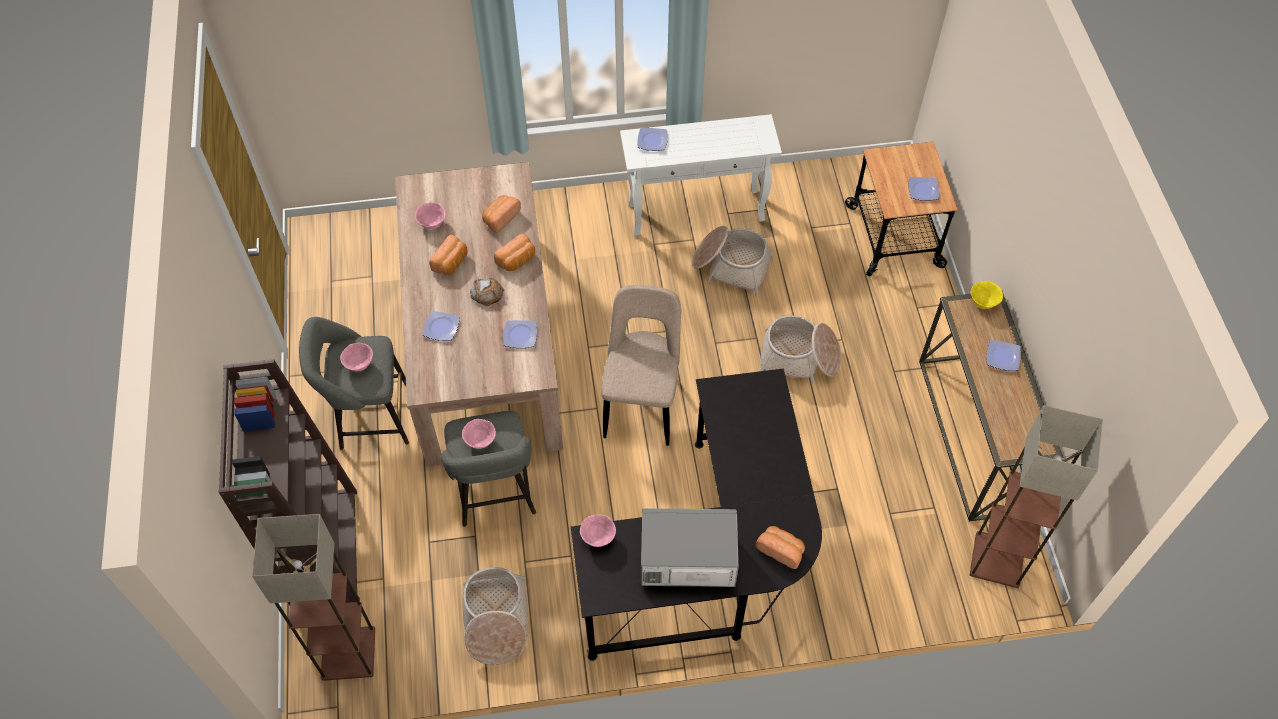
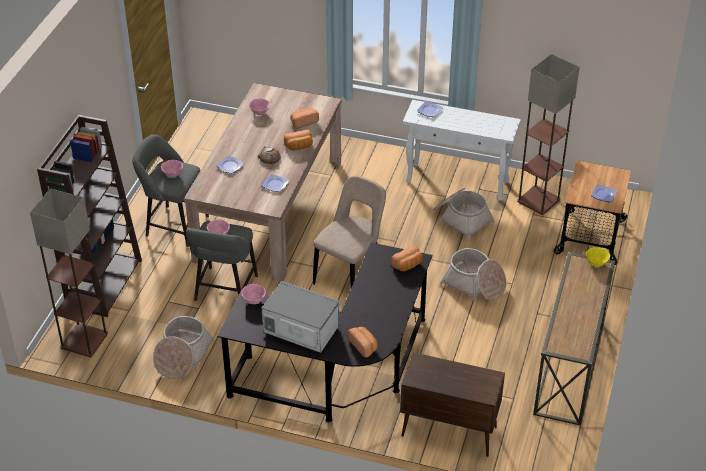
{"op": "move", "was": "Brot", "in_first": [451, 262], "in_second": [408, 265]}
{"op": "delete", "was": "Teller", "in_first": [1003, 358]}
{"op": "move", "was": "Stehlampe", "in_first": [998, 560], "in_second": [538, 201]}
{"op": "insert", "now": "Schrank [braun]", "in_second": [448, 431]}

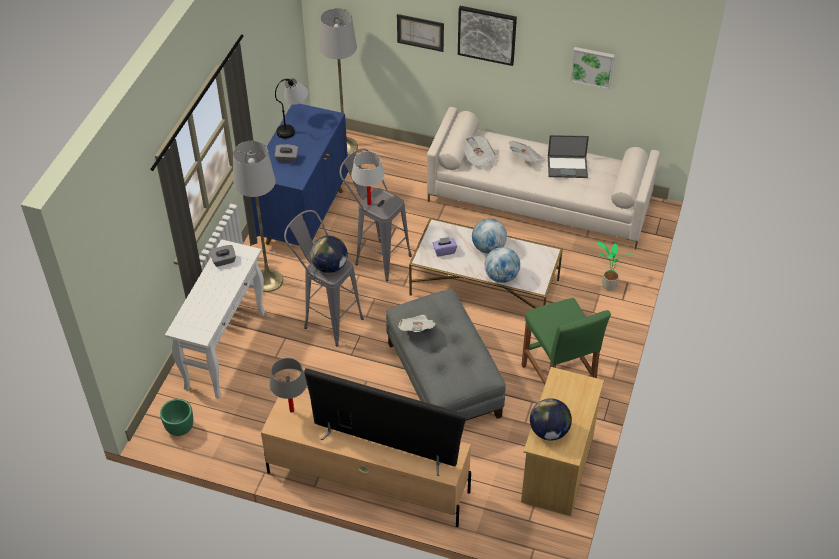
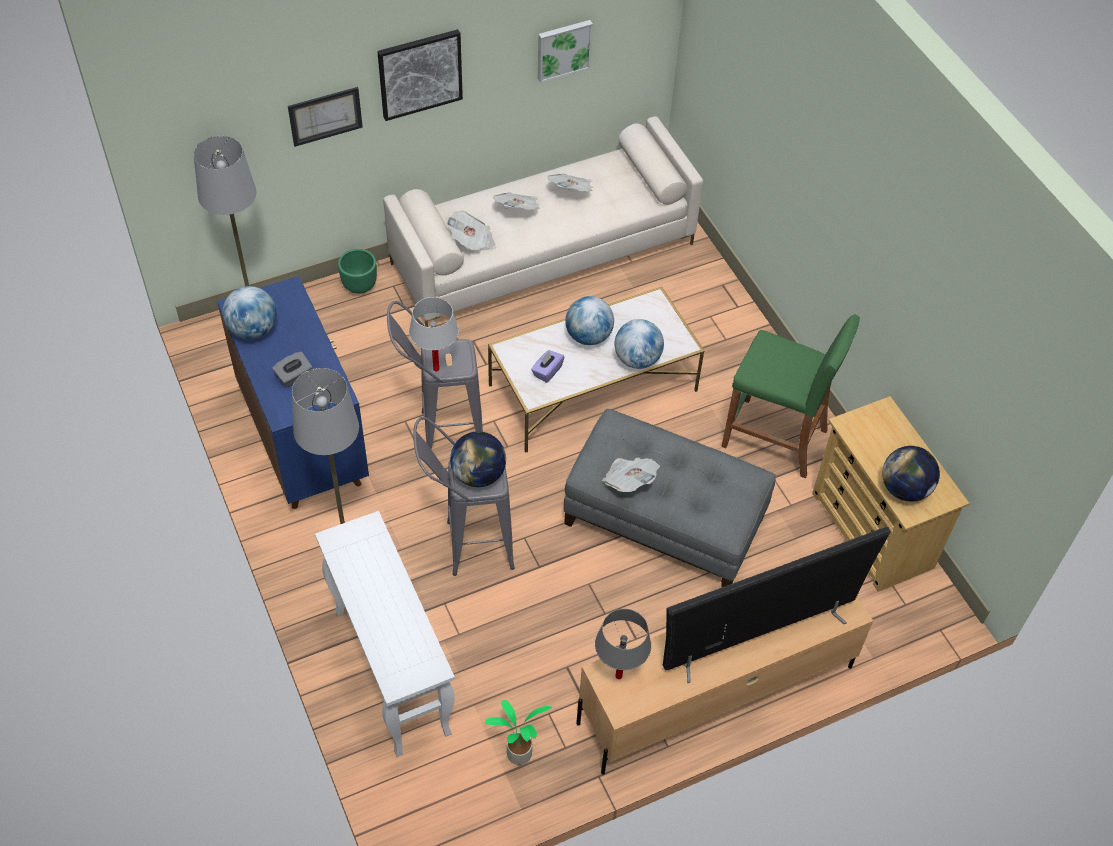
{"op": "replace", "was": "Tischlampe", "now": "Globus", "in_first": [293, 125], "in_second": [253, 330]}
{"op": "replace", "was": "Laptop", "now": "Zeitung", "in_first": [568, 167], "in_second": [572, 191]}
{"op": "move", "was": "Topfpflanze", "in_first": [608, 285], "in_second": [518, 755]}
{"op": "delete", "was": "Taschentuchbox [grau]", "in_first": [224, 261]}
{"op": "move", "was": "Pflanzkübel [grün]", "in_first": [180, 428], "in_second": [360, 285]}

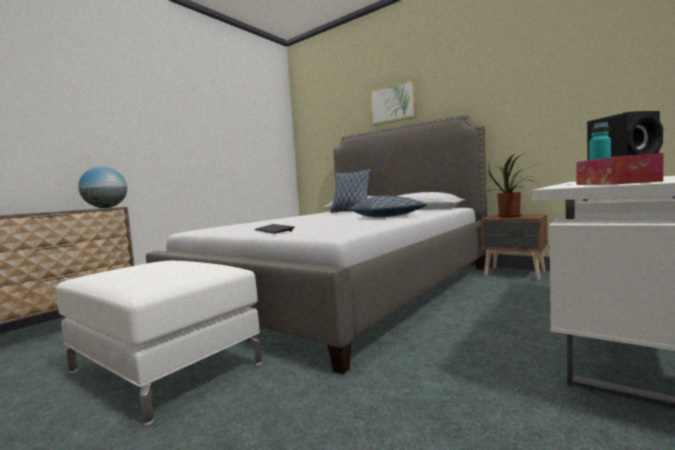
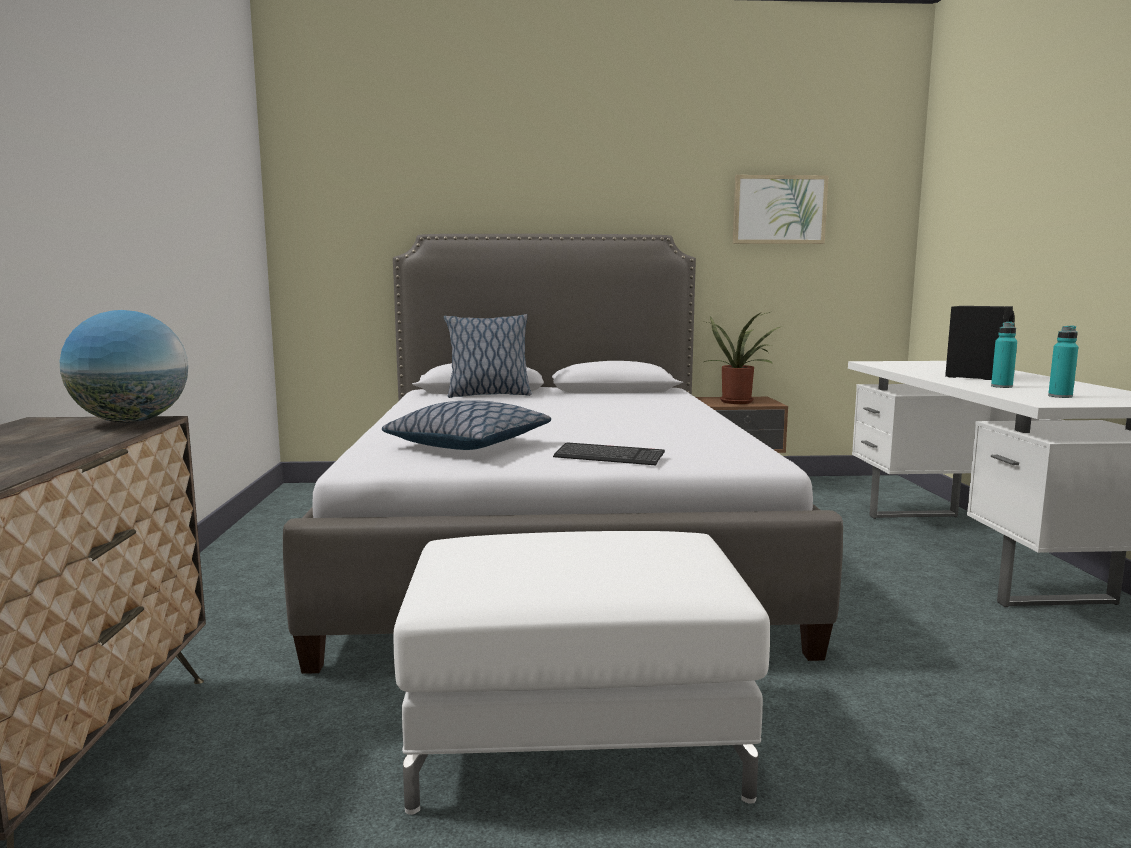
{"op": "move", "was": "Bild", "in_first": [393, 103], "in_second": [779, 210]}
{"op": "replace", "was": "Taschentuchbox", "now": "Flasche [türkis]", "in_first": [615, 183], "in_second": [1060, 396]}
{"op": "move", "was": "Kissen", "in_first": [386, 216], "in_second": [468, 444]}

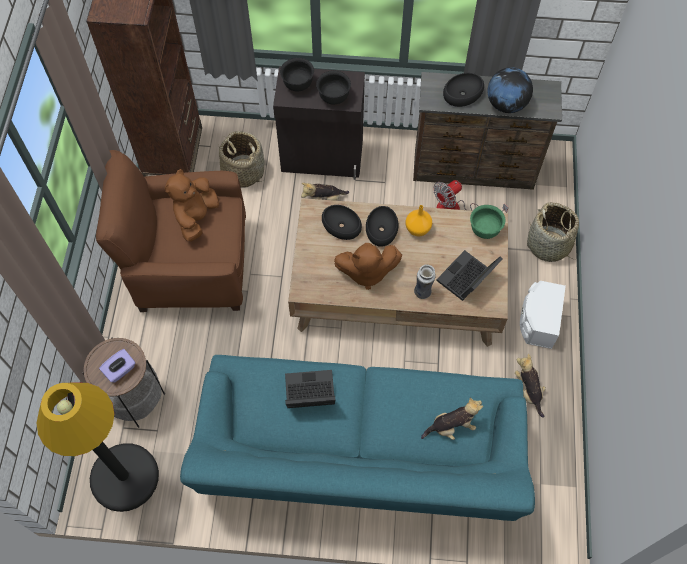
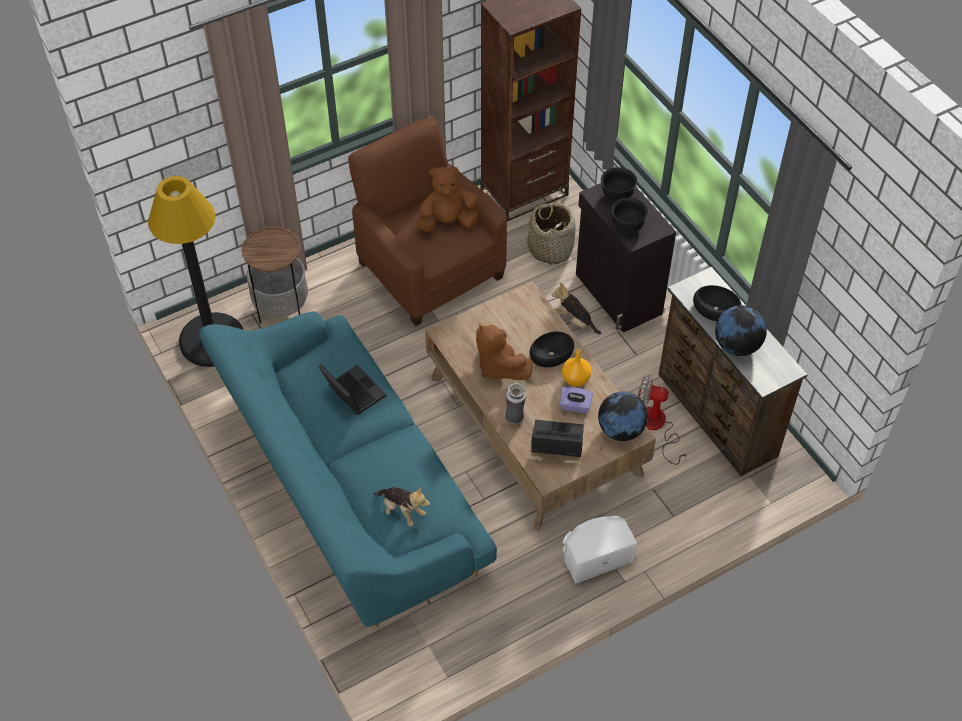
{"op": "delete", "was": "Korb", "in_first": [548, 245]}
{"op": "delete", "was": "Schüssel [schwarz]", "in_first": [341, 226]}
{"op": "replace", "was": "Schüssel [grün]", "now": "Globus", "in_first": [484, 230], "in_second": [620, 430]}
{"op": "move", "was": "Taschentuchbox [lila]", "in_first": [120, 370], "in_second": [575, 406]}
{"op": "delete", "was": "Plüschtier", "in_first": [528, 390]}

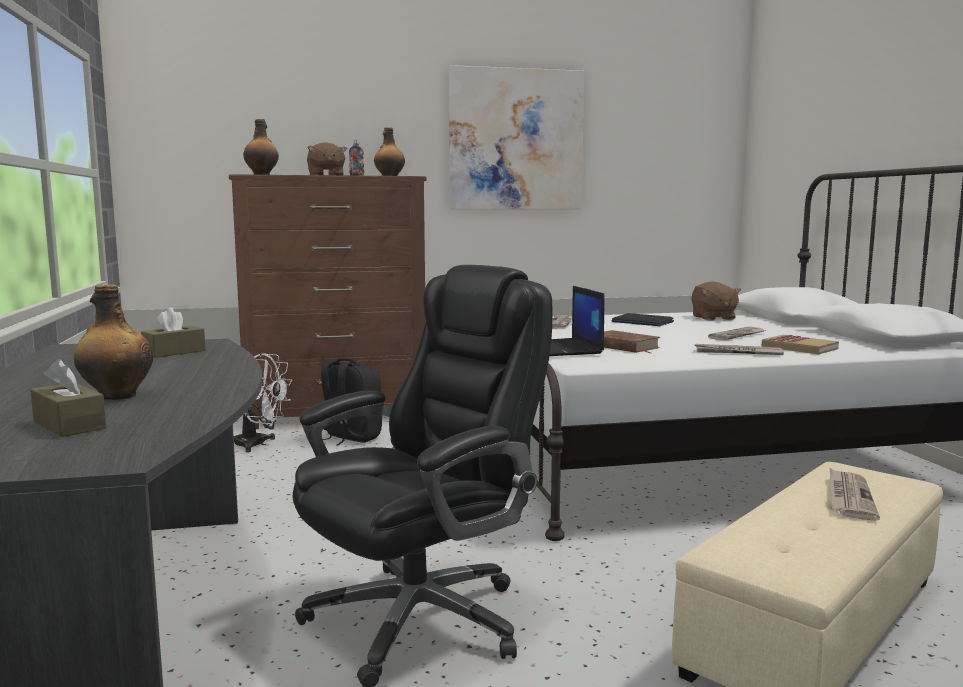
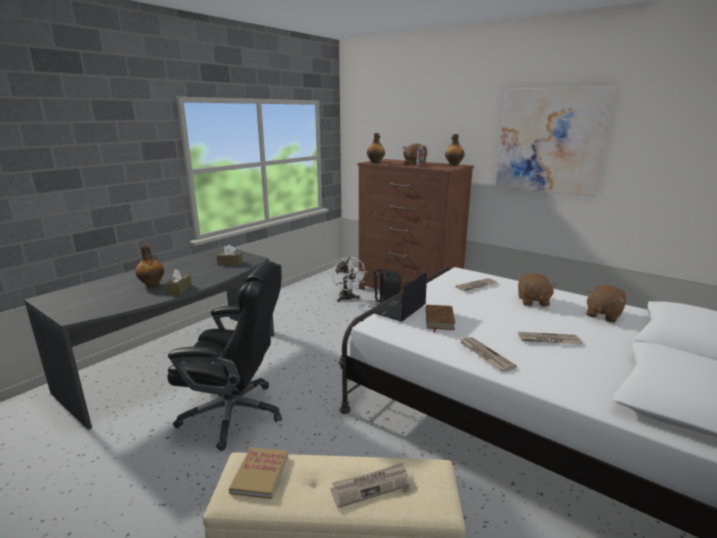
{"op": "replace", "was": "Laptop", "now": "Plüschtier [braun]", "in_first": [642, 322], "in_second": [532, 301]}
{"op": "move", "was": "Buch", "in_first": [799, 347], "in_second": [260, 474]}
{"op": "move", "was": "Taschentuchbox [braun]", "in_first": [69, 425], "in_second": [179, 289]}

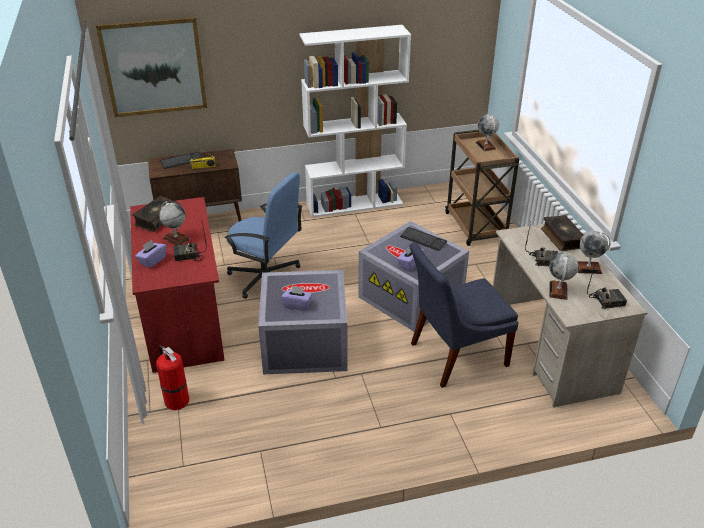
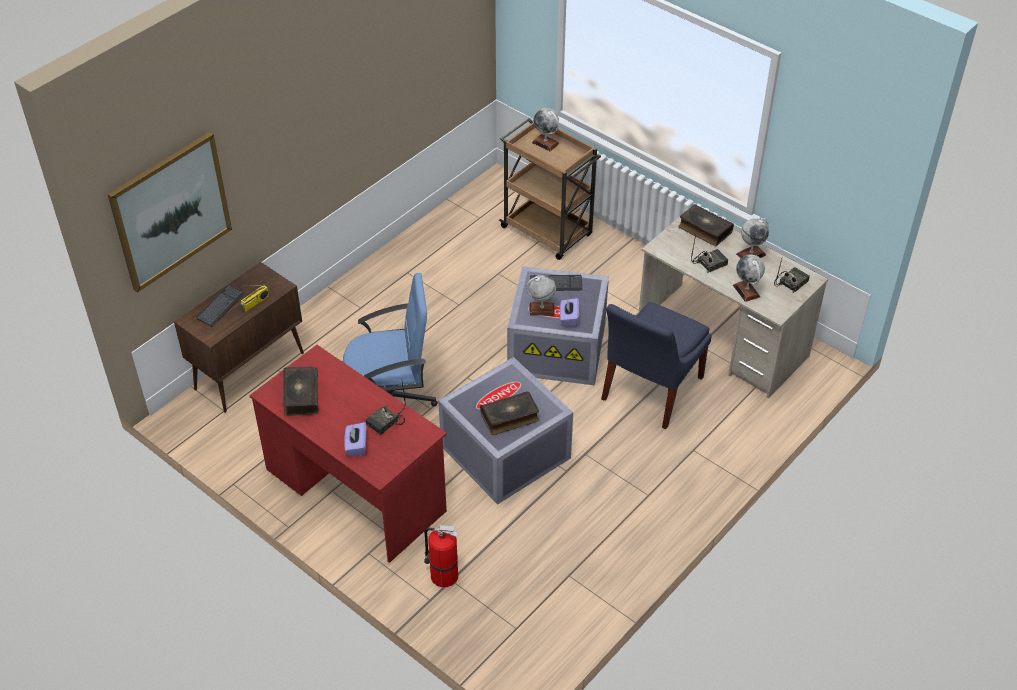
{"op": "delete", "was": "Bücherregal [weiß]", "in_first": [355, 203]}
{"op": "move", "was": "Globus", "in_first": [176, 238], "in_second": [541, 309]}
{"op": "replace", "was": "Taschentuchbox [lila]", "now": "Buch", "in_first": [297, 305], "in_second": [510, 417]}

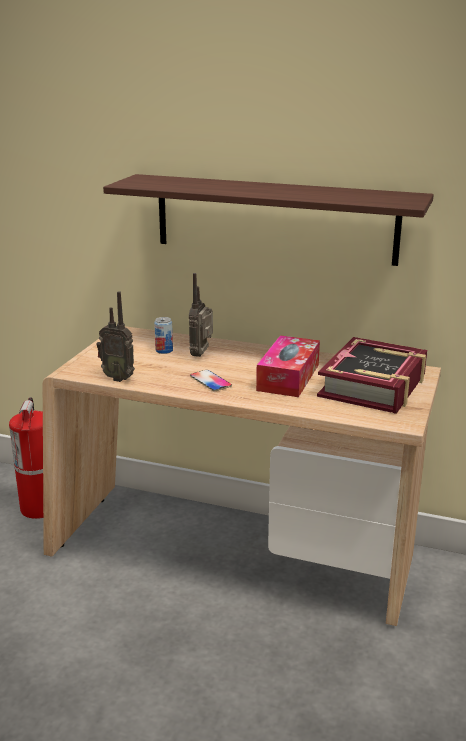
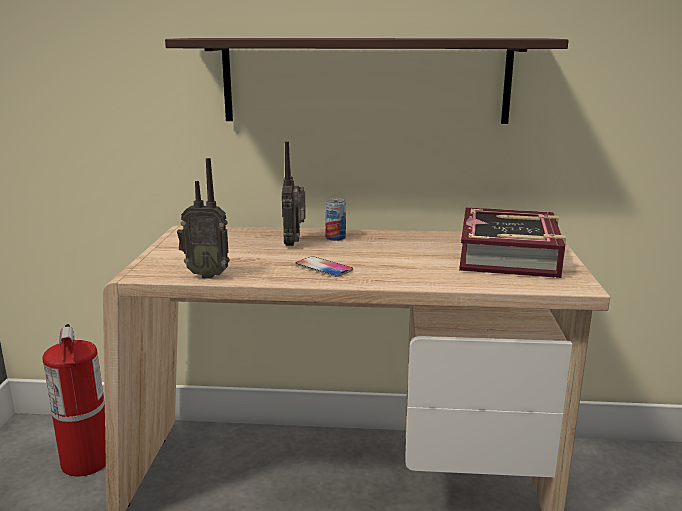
{"op": "move", "was": "Dose", "in_first": [164, 350], "in_second": [335, 237]}
{"op": "delete", "was": "Taschentuchbox", "in_first": [288, 377]}

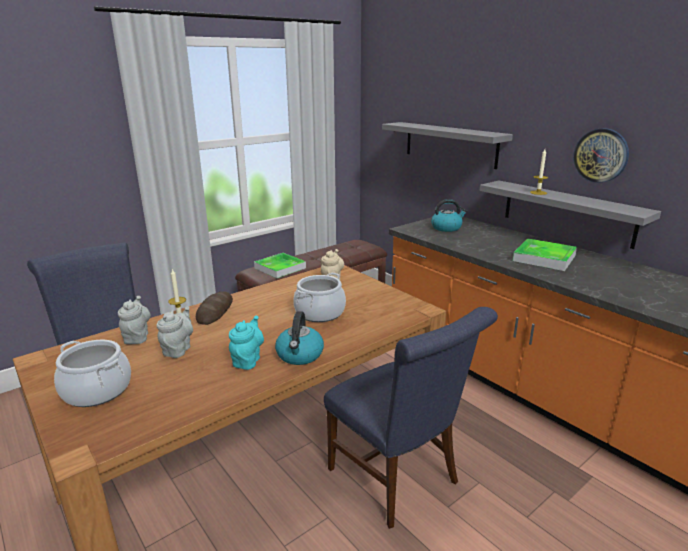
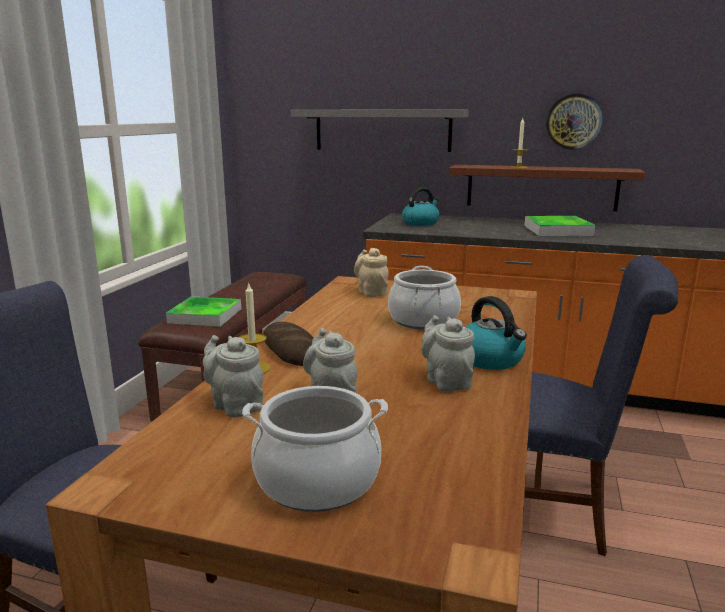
{"op": "recolor", "was": "Wandregal [grau]", "now": "Wandregal [braun]", "in_first": [566, 212], "in_second": [541, 187]}
{"op": "recolor", "was": "Teekanne [türkis]", "now": "Teekanne [grau]", "in_first": [247, 360], "in_second": [446, 381]}

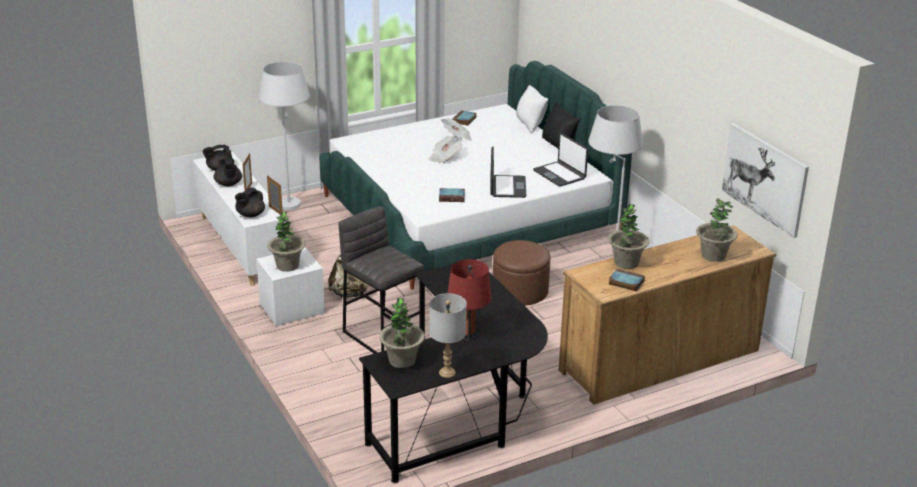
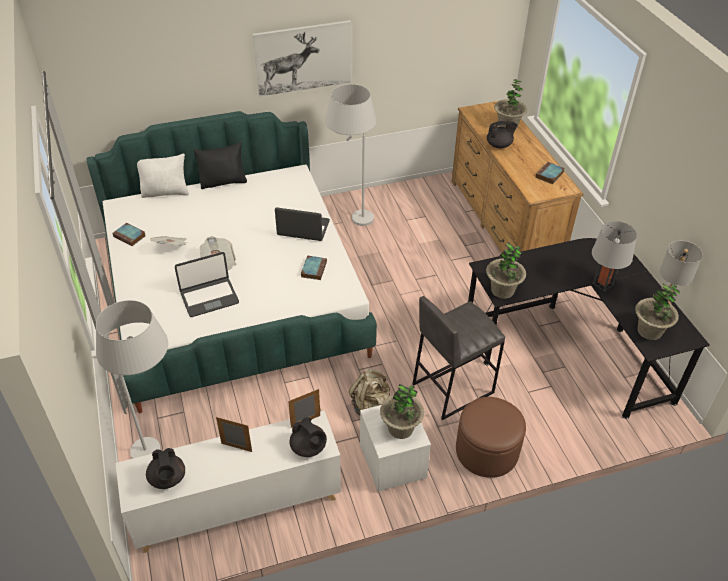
{"op": "move", "was": "Bild", "in_first": [764, 178], "in_second": [303, 58]}
{"op": "move", "was": "Laptop", "in_first": [559, 174], "in_second": [209, 297]}
{"op": "move", "was": "Teekanne [schwarz]", "in_first": [228, 184], "in_second": [499, 145]}
{"op": "move", "was": "Topfpflanze", "in_first": [626, 263], "in_second": [502, 290]}
{"op": "move", "was": "Polsterhocker [braun]", "in_first": [520, 291], "in_second": [487, 450]}
{"op": "recolor", "was": "Tischlampe [rot]", "now": "Tischlampe [grau]", "in_first": [468, 334], "in_second": [603, 284]}

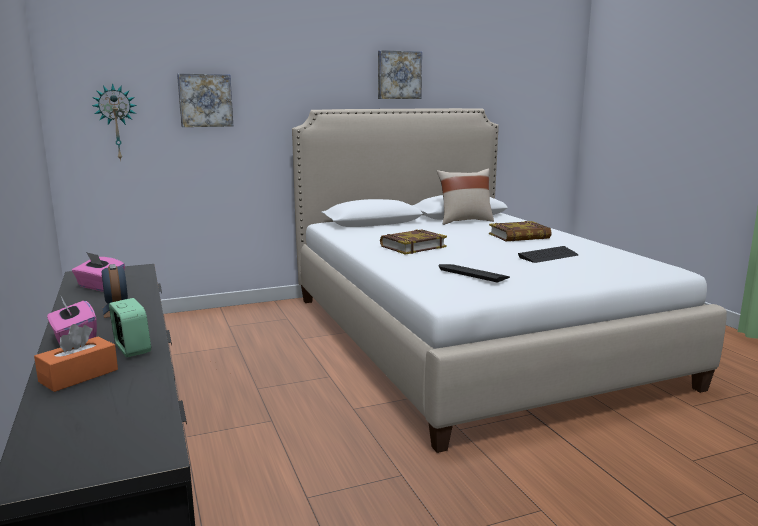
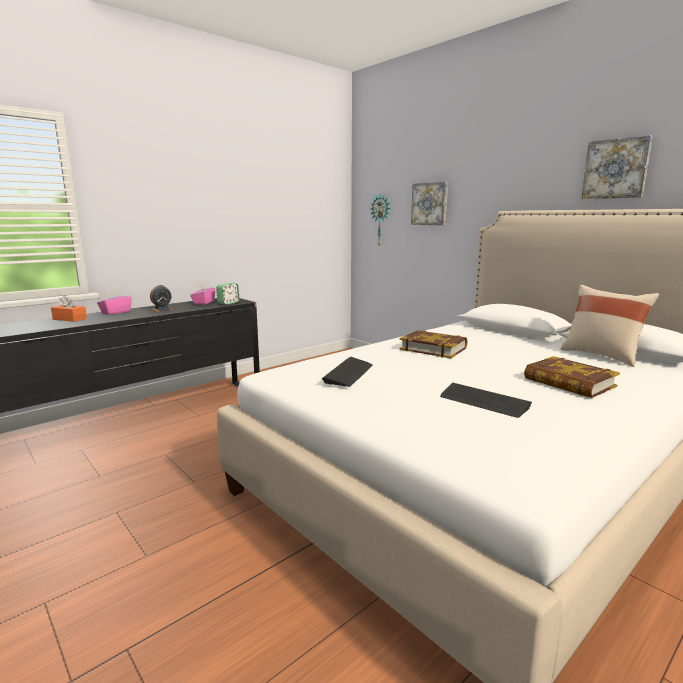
{"op": "move", "was": "Wecker", "in_first": [132, 349], "in_second": [228, 303]}

